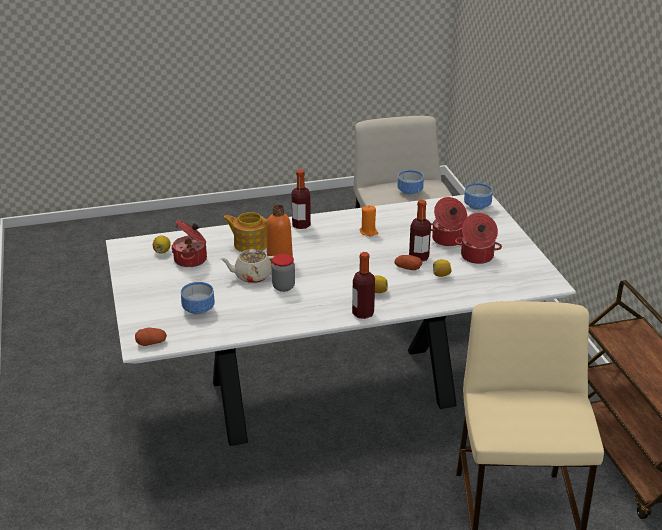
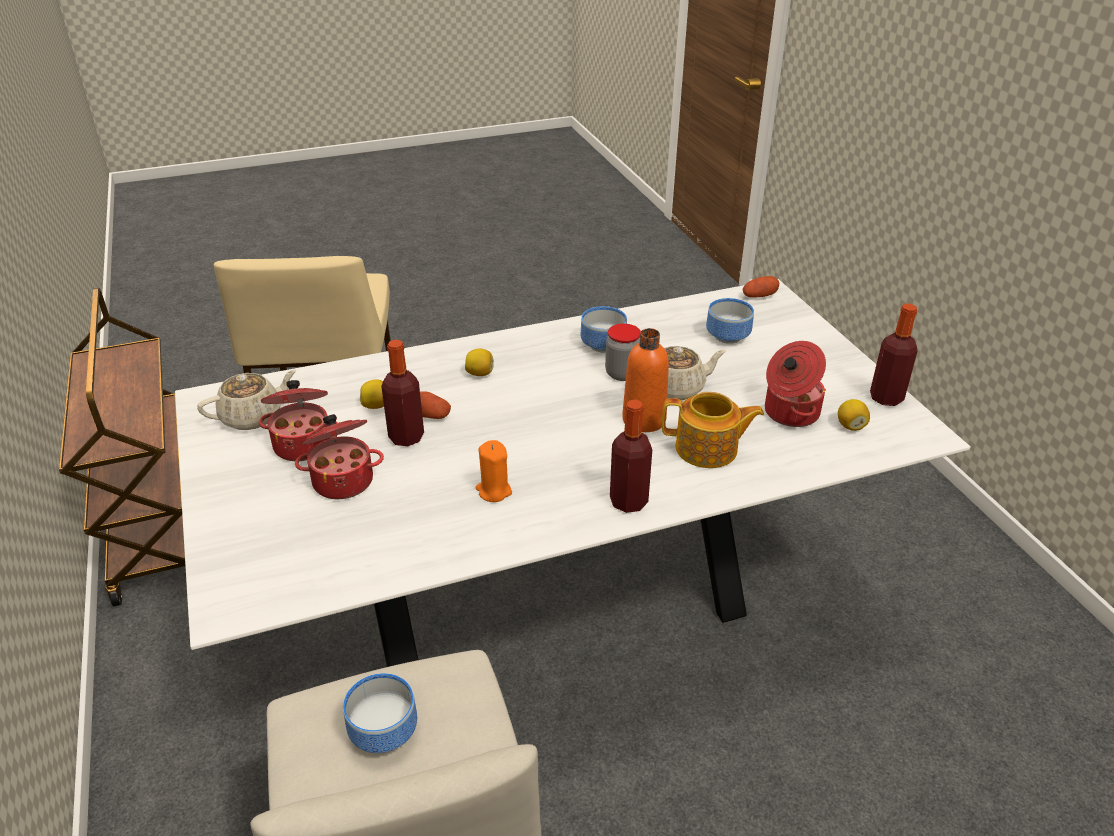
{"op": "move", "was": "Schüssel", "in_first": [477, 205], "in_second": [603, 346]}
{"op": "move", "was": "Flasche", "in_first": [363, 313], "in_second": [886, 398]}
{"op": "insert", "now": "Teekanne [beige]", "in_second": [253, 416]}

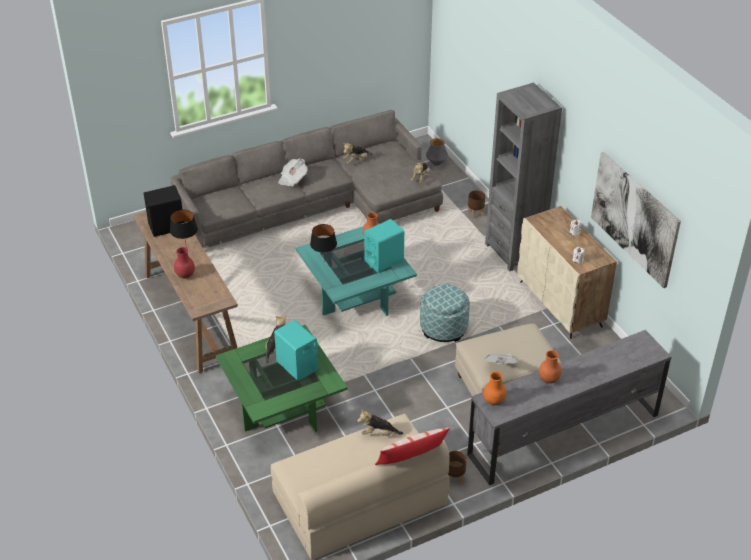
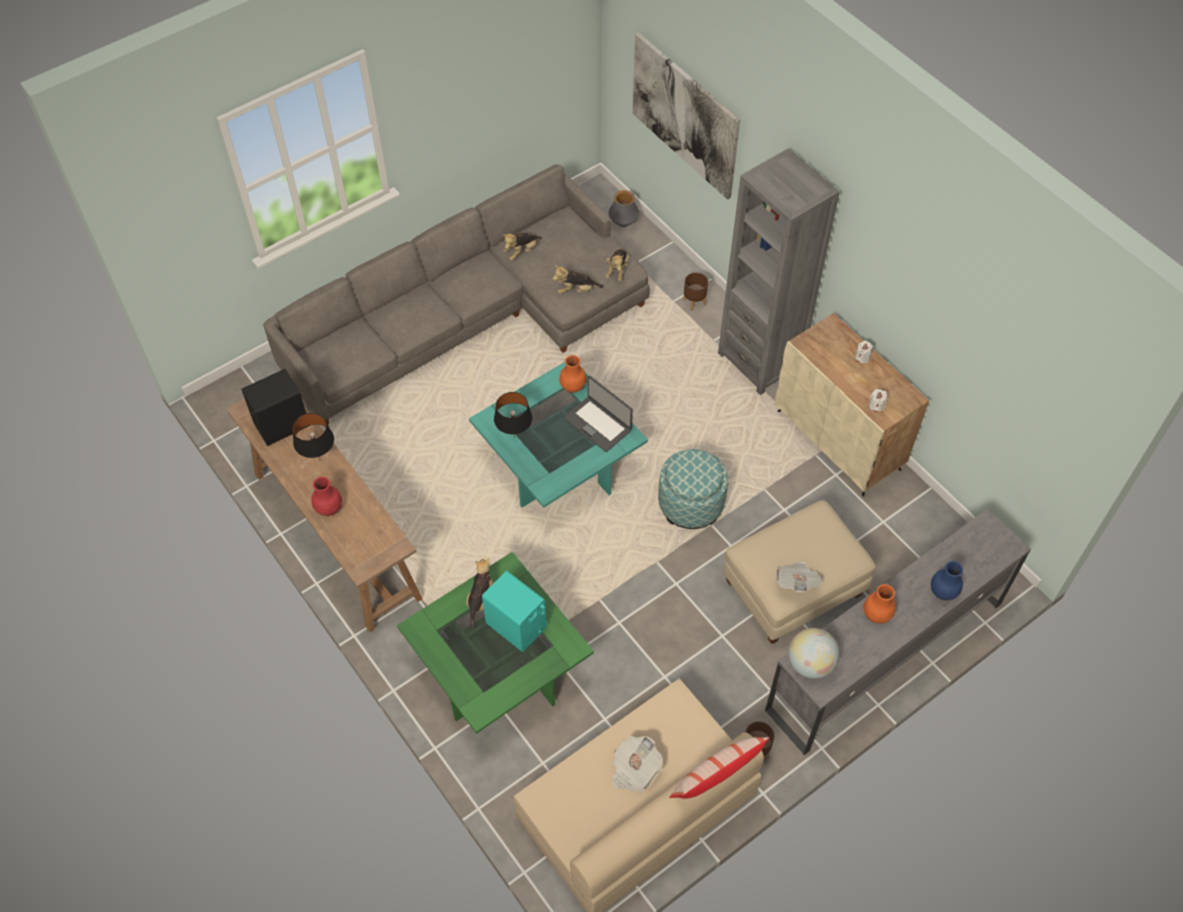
{"op": "move", "was": "Bild", "in_first": [634, 218], "in_second": [685, 115]}
{"op": "move", "was": "Zeitung", "in_first": [292, 179], "in_second": [634, 770]}
{"op": "replace", "was": "Lautsprecher [türkis]", "now": "Laptop", "in_first": [384, 261], "in_second": [598, 424]}
{"op": "replace", "was": "Vase [orange]", "now": "Globus", "in_first": [494, 400], "in_second": [810, 663]}
{"op": "move", "was": "Plüschtier", "in_first": [378, 434], "in_second": [576, 290]}
{"op": "insert", "now": "Vase [blau]", "in_second": [943, 591]}

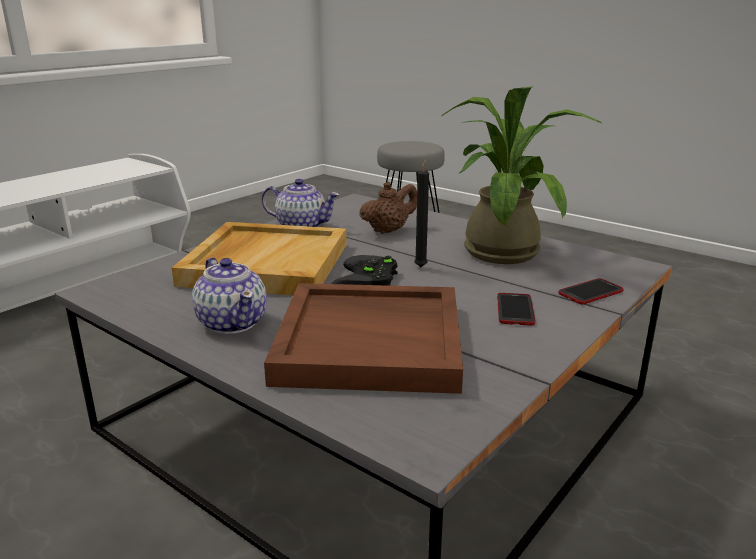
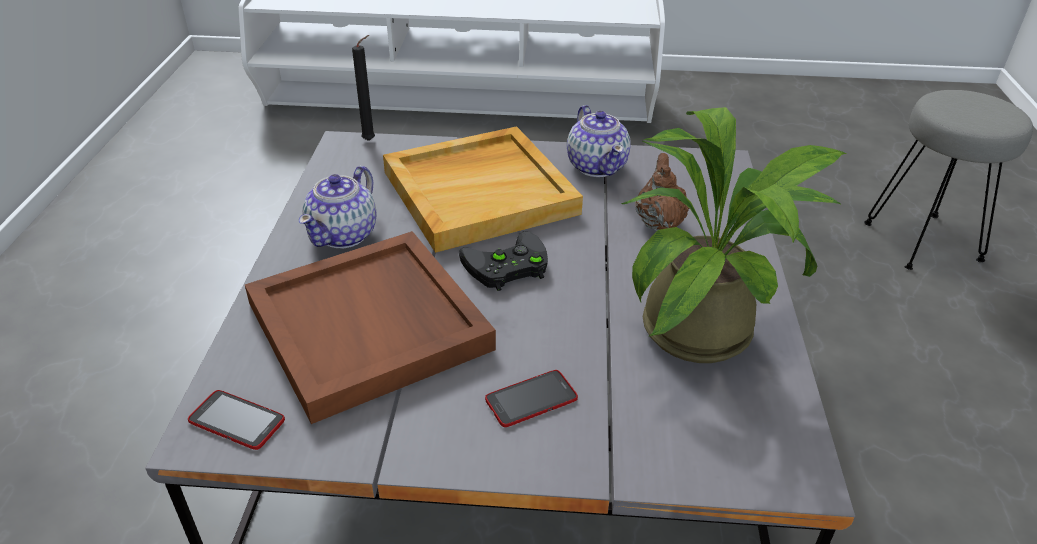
{"op": "move", "was": "Kerze [schwarz]", "in_first": [421, 266], "in_second": [371, 140]}
{"op": "rotate", "was": "Teekanne [braun]", "in_first": [388, 230], "in_second": [659, 222], "clockwise": -105}
{"op": "move", "was": "Handy", "in_first": [590, 293], "in_second": [237, 421]}

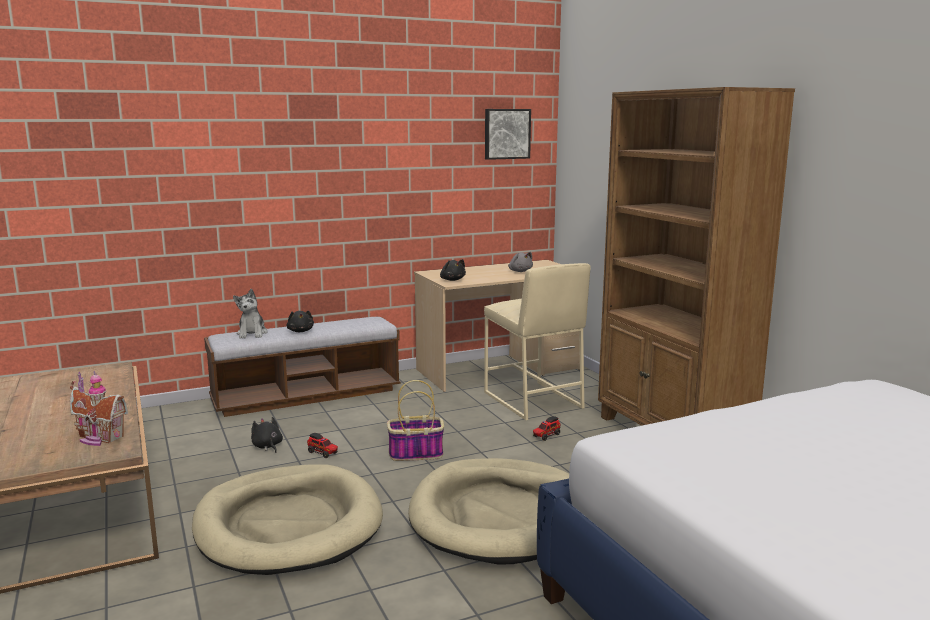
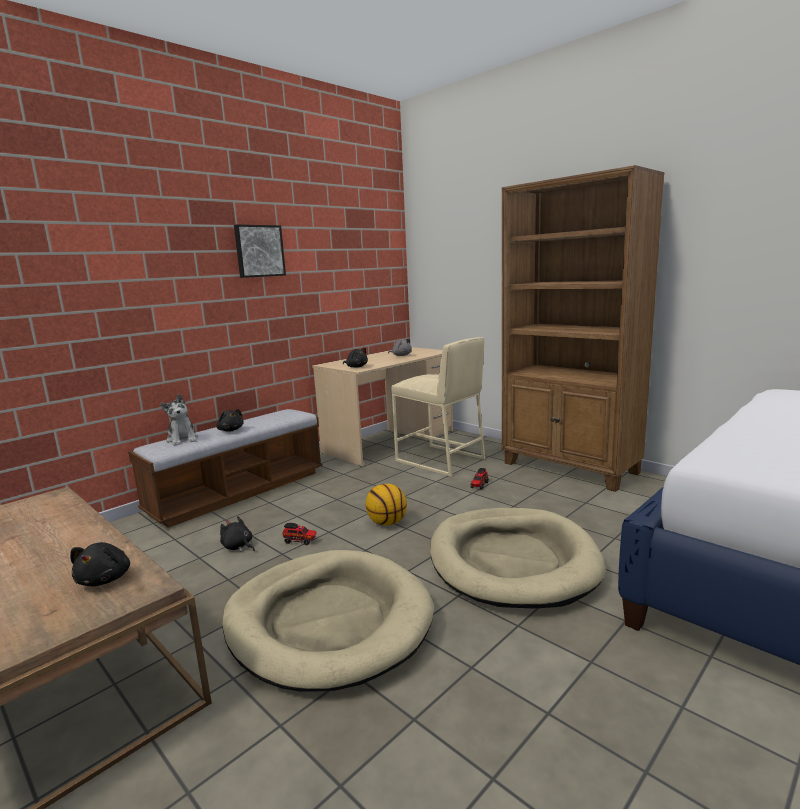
{"op": "move", "was": "Bild", "in_first": [506, 134], "in_second": [259, 251]}
{"op": "replace", "was": "Spielzeughaus", "now": "Plüschtier [schwarz]", "in_first": [98, 438], "in_second": [106, 579]}
{"op": "replace", "was": "Korb", "now": "Basketball", "in_first": [415, 454], "in_second": [387, 523]}

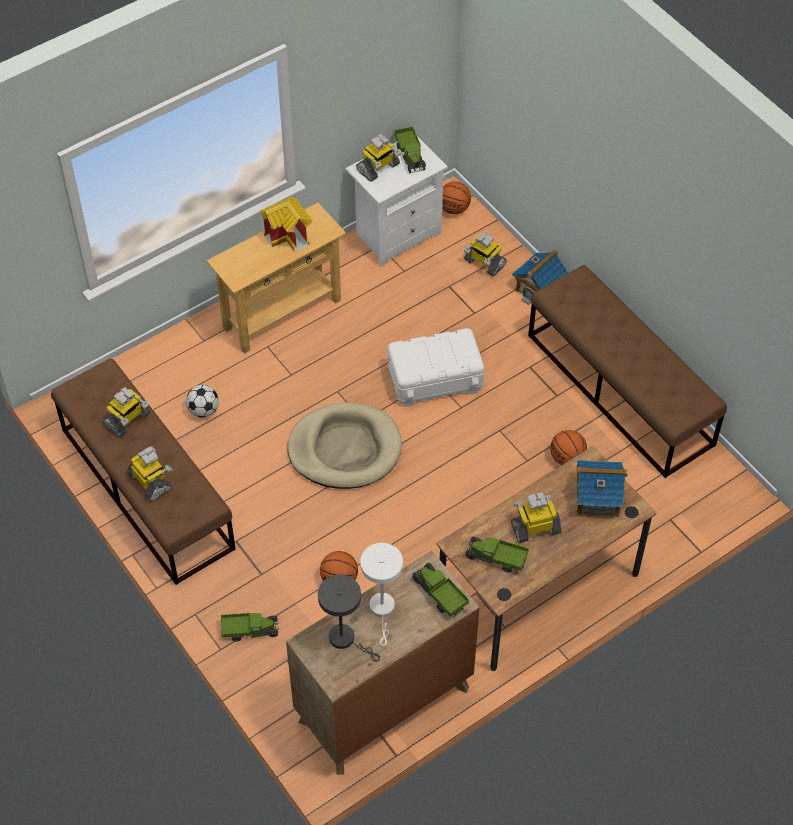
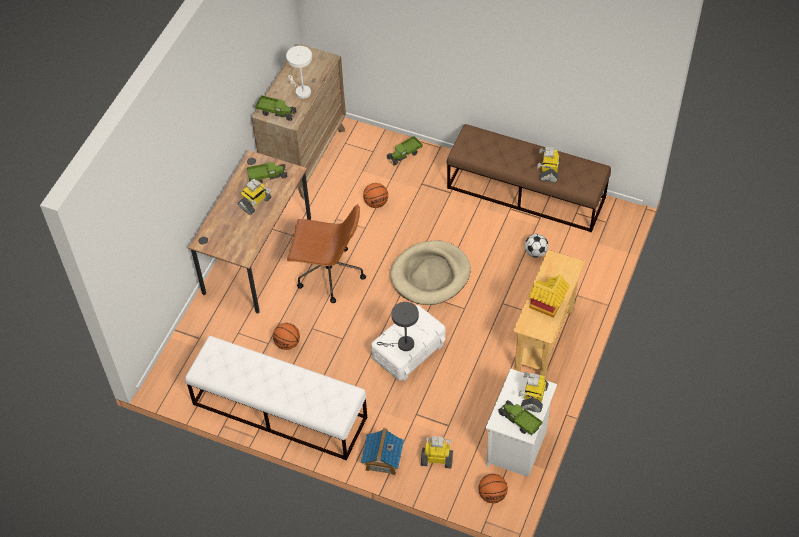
{"op": "recolor", "was": "Bank [braun]", "now": "Bank [weiß]", "in_first": [620, 390], "in_second": [279, 410]}
{"op": "delete", "was": "Spielzeugroboter", "in_first": [151, 482]}
{"op": "delete", "was": "Spielzeughaus", "in_first": [597, 497]}
{"op": "move", "was": "Tischlampe [grau]", "in_first": [346, 639], "in_second": [402, 344]}
{"op": "insert", "now": "Bürostuhl [braun]", "in_second": [328, 274]}

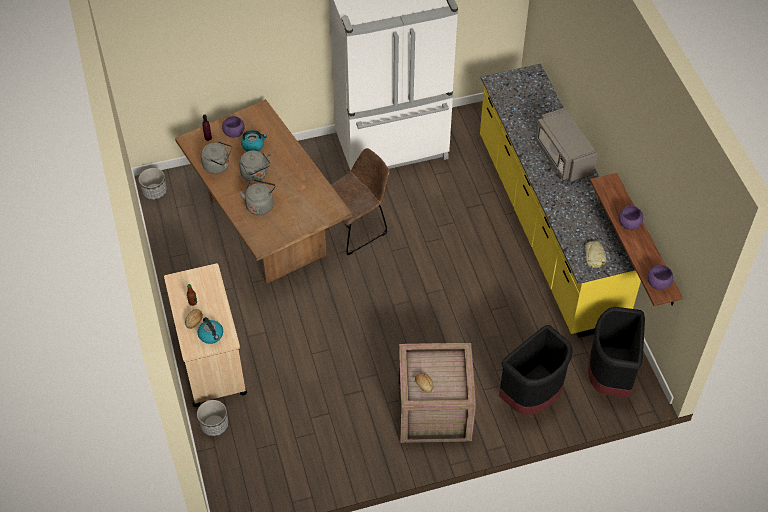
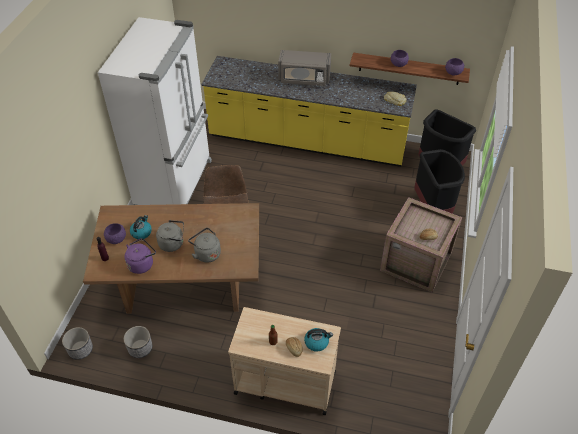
{"op": "recolor", "was": "Wasserkessel [grau]", "now": "Wasserkessel [lila]", "in_first": [218, 166], "in_second": [142, 264]}
{"op": "move", "was": "Pflanzkübel", "in_first": [214, 425], "in_second": [140, 348]}

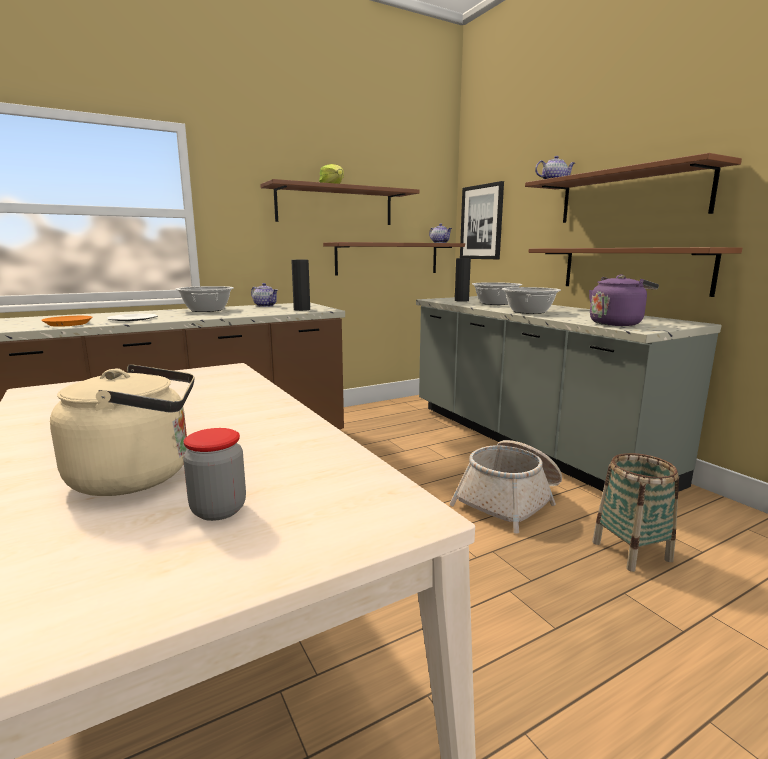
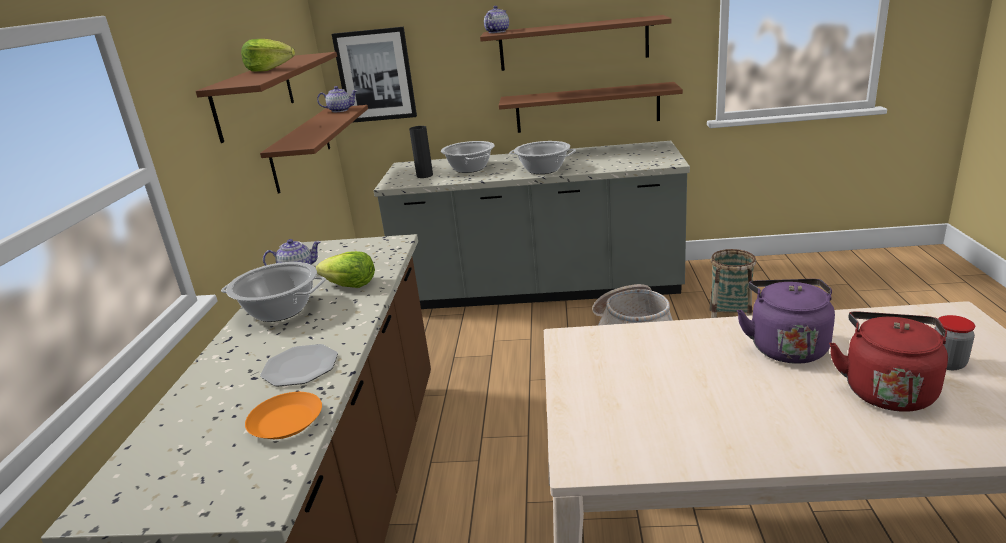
{"op": "delete", "was": "Vase [schwarz]", "in_first": [302, 309]}
{"op": "move", "was": "Wasserkessel [lila]", "in_first": [617, 323], "in_second": [786, 346]}
{"op": "recolor", "was": "Wasserkessel [beige]", "now": "Wasserkessel [rot]", "in_first": [139, 476], "in_second": [886, 389]}
{"op": "insert", "now": "Salatkopf", "in_second": [350, 285]}

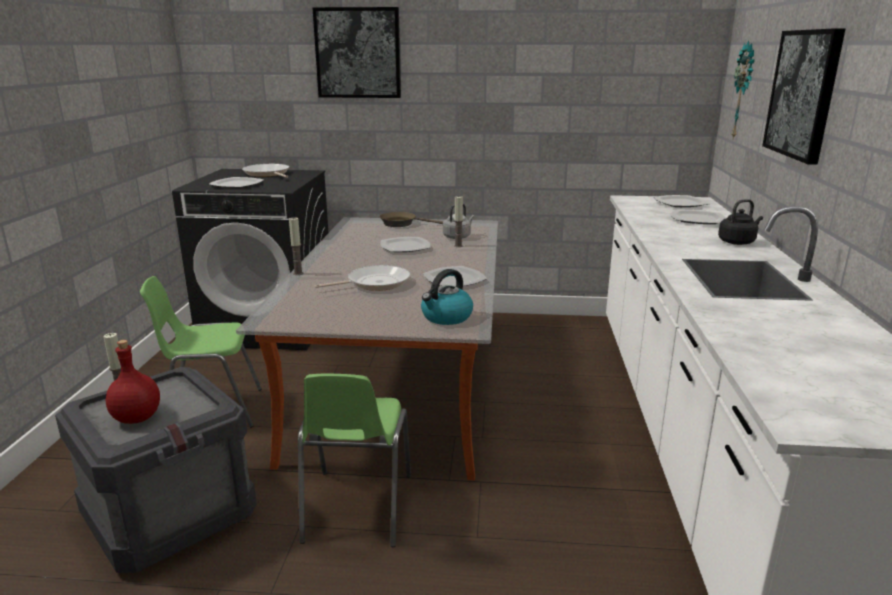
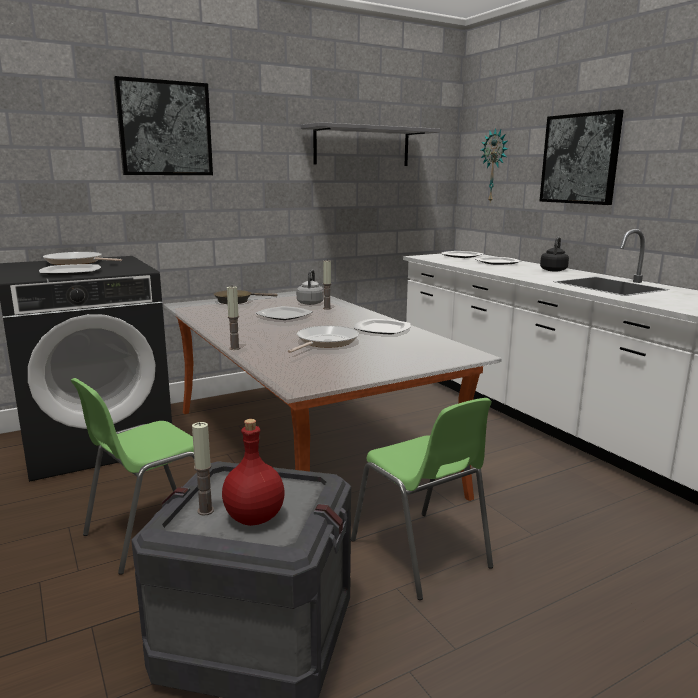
{"op": "delete", "was": "Wasserkessel", "in_first": [446, 317]}
{"op": "insert", "now": "Wandregal [grau]", "in_second": [362, 146]}

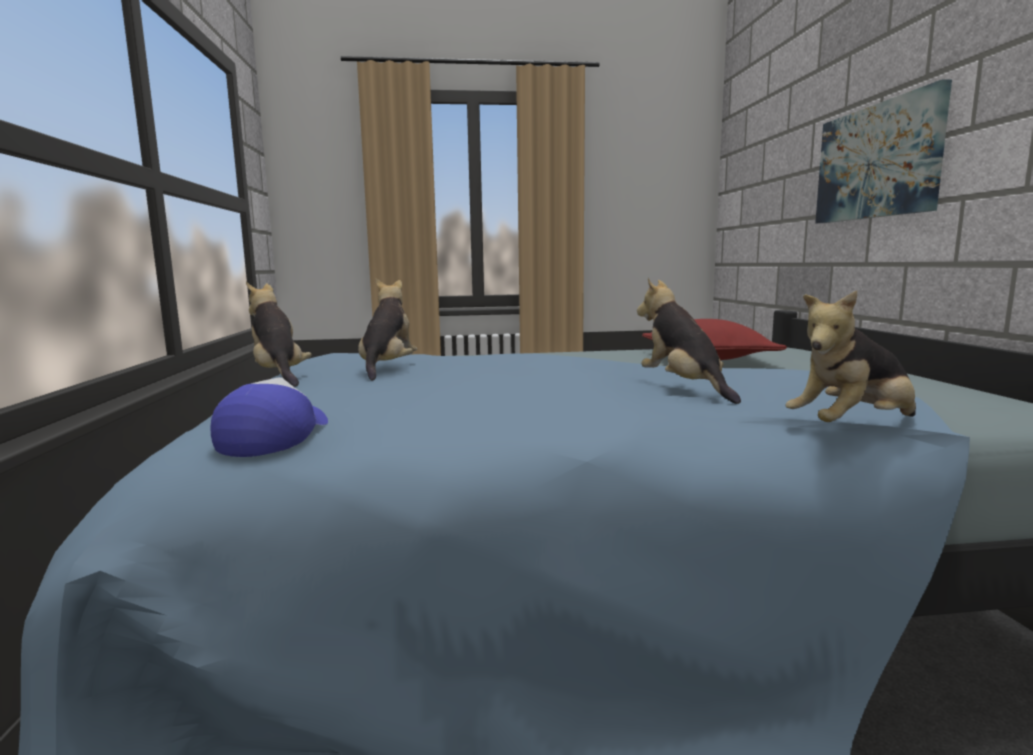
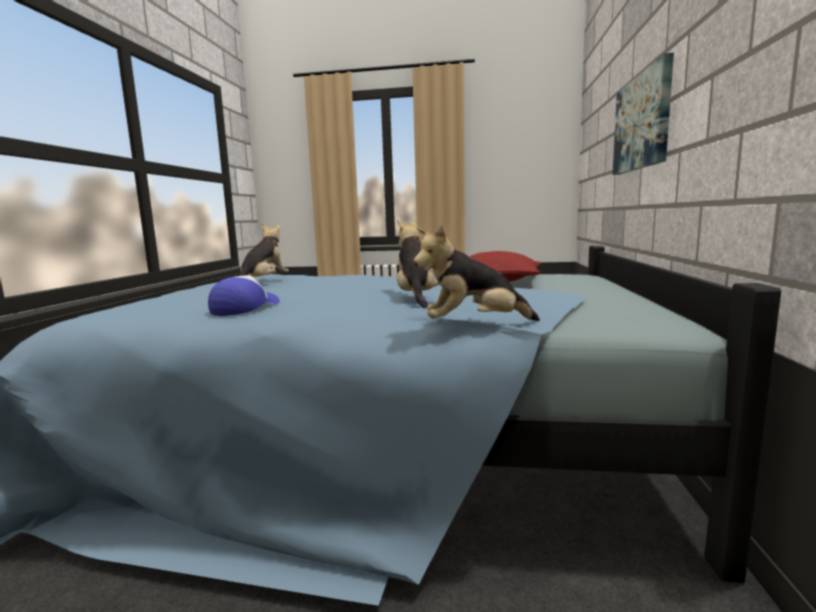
{"op": "delete", "was": "Plüschtier", "in_first": [279, 376]}
{"op": "move", "was": "Kappe", "in_first": [275, 436], "in_second": [245, 308]}

